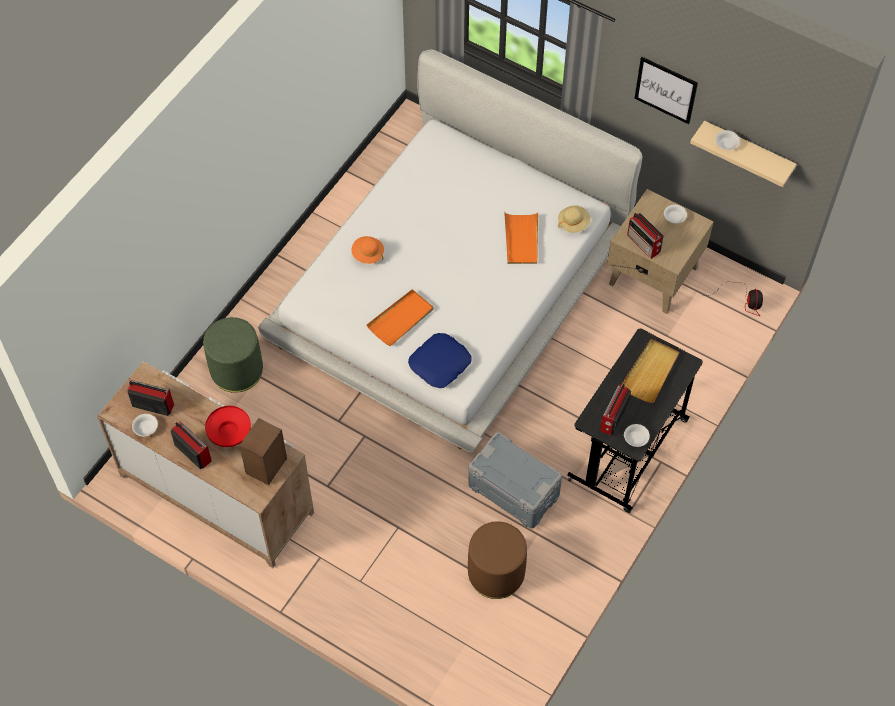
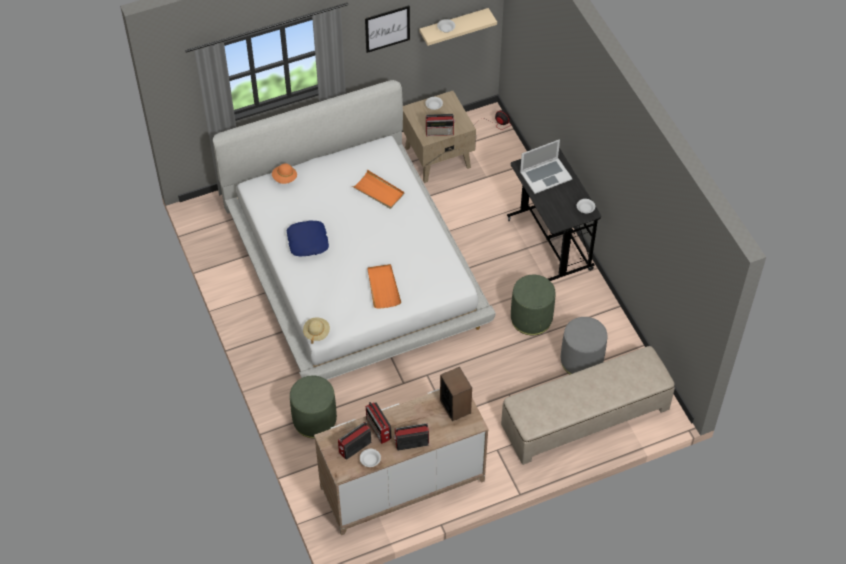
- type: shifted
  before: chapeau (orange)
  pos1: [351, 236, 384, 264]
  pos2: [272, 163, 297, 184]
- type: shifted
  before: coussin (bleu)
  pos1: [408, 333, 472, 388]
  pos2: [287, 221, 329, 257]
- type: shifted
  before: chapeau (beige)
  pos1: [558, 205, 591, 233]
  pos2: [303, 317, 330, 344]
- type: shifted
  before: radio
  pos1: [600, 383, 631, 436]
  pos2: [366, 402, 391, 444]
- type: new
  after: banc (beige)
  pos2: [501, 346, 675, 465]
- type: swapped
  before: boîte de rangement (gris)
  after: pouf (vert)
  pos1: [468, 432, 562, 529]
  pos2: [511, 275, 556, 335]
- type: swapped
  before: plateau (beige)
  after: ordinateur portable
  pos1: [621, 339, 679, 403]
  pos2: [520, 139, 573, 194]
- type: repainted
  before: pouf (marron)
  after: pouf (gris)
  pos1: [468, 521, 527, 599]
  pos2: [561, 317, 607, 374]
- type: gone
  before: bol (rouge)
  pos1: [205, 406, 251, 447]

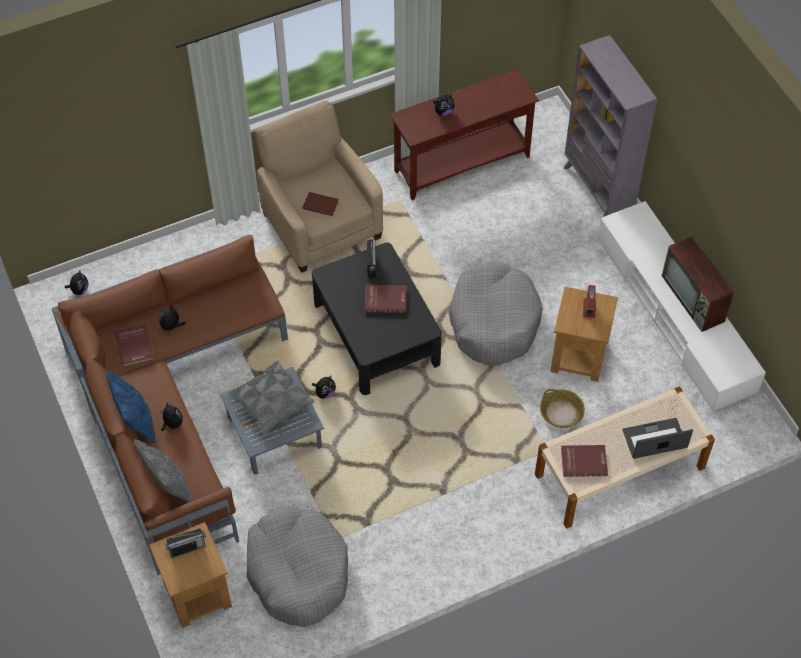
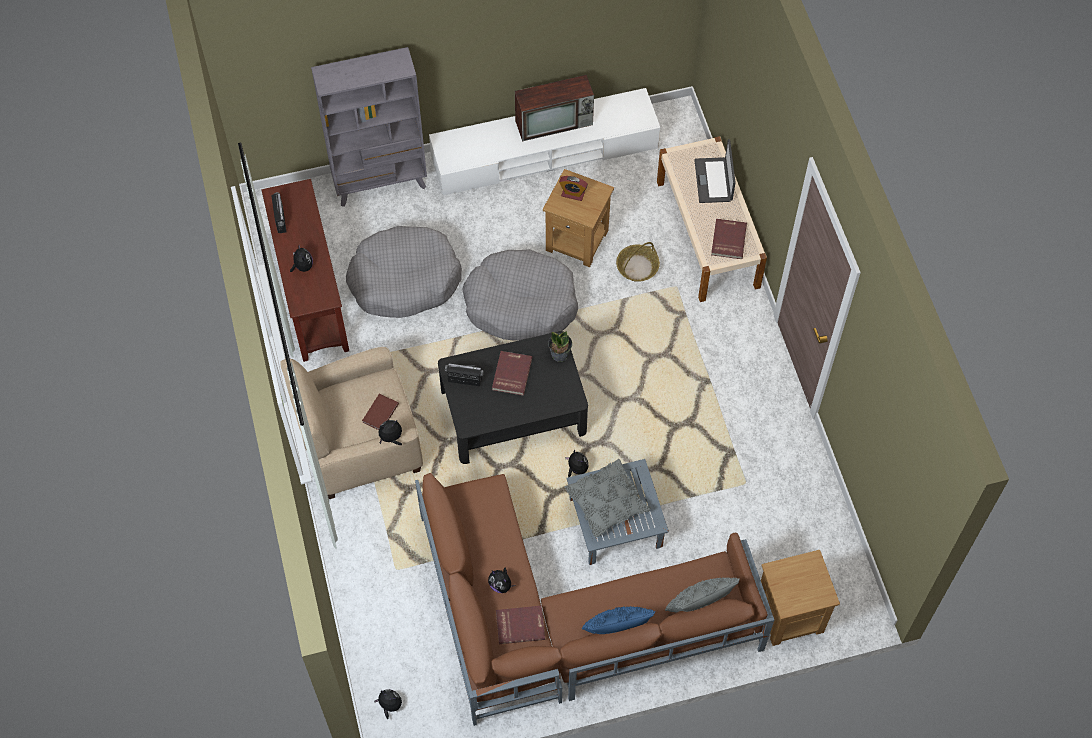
- type: shifted
  before: radio
  pos1: [165, 528, 206, 558]
  pos2: [271, 192, 287, 233]
- type: shifted
  before: panier pour chien (gris)
  pos1: [246, 506, 348, 627]
  pos2: [346, 226, 462, 318]
- type: shifted
  before: peluche
  pos1: [160, 403, 183, 431]
  pos2: [379, 420, 402, 445]
- type: new
  after: plante en pot
  pos2: [548, 331, 572, 362]

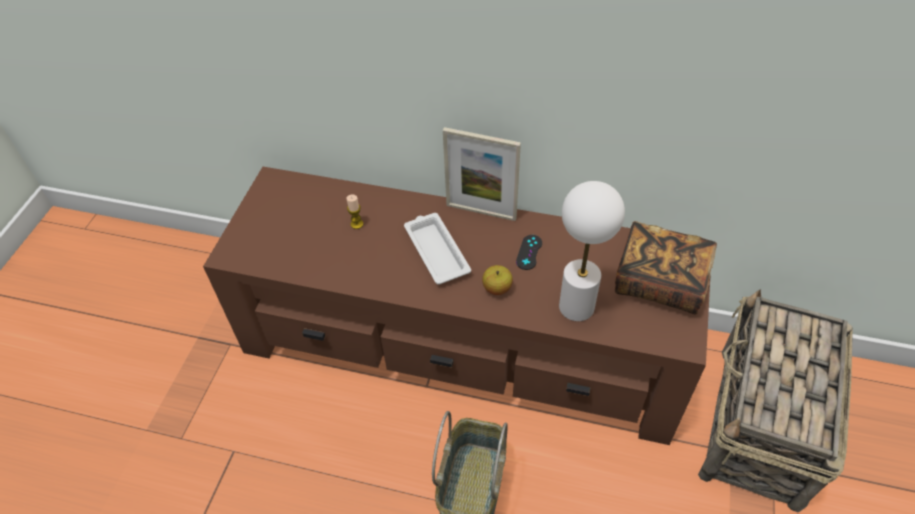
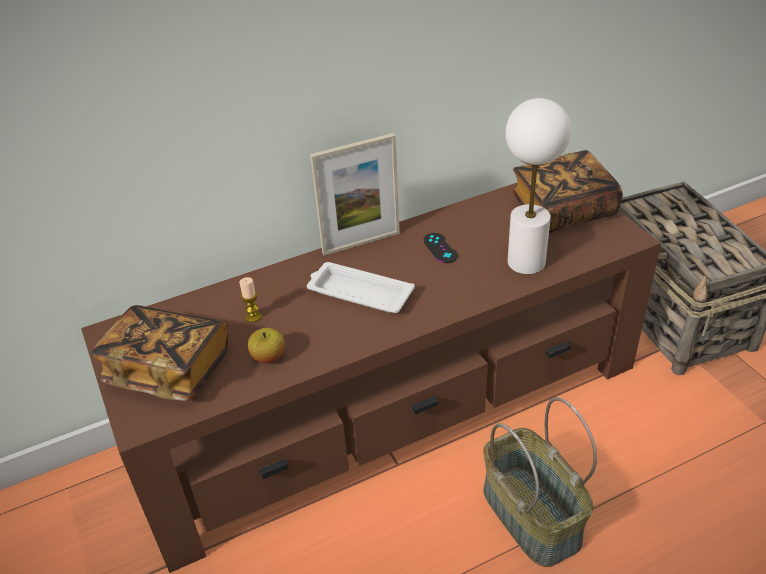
- type: new
  after: livre
  pos2: [91, 305, 229, 401]
- type: shifted
  before: pomme
  pos1: [482, 265, 513, 295]
  pos2: [248, 328, 285, 363]

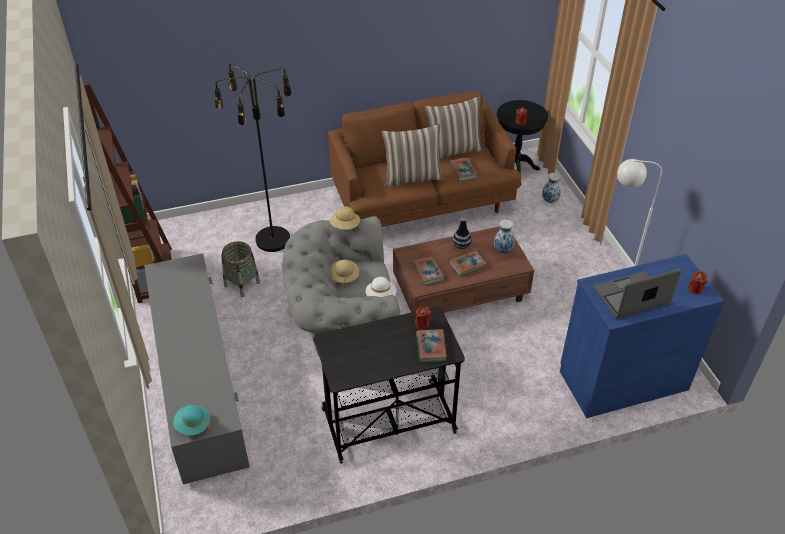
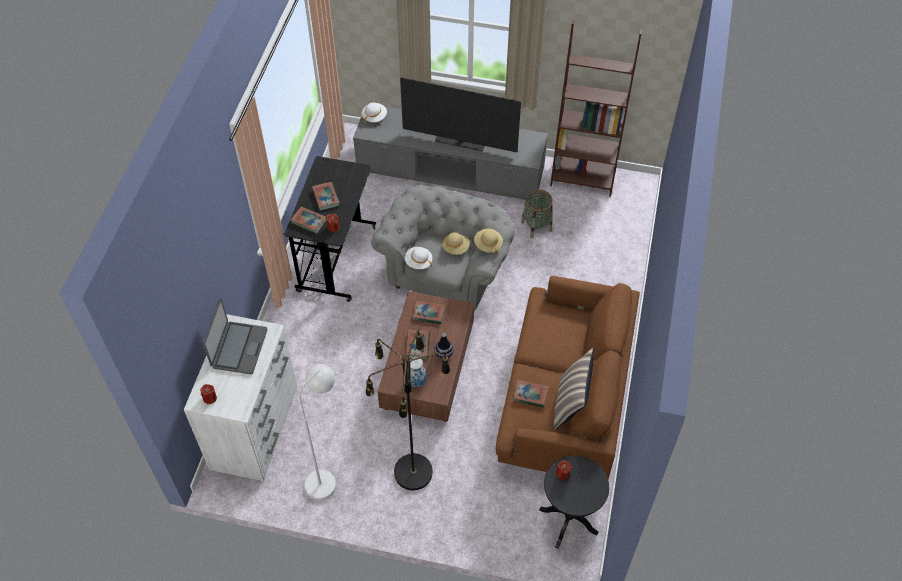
- type: repainted
  before: commode (bleu)
  after: commode (blanc)
  pos1: [560, 254, 724, 418]
  pos2: [184, 314, 297, 481]
- type: new
  after: livre
  pos2: [312, 182, 340, 211]
- type: repainted
  before: chapeau (turquoise)
  after: chapeau (blanc)
  pos1: [173, 405, 210, 435]
  pos2: [361, 102, 387, 123]
- type: shifted
  before: lampadaire
  pos1: [214, 63, 291, 252]
  pos2: [366, 330, 450, 491]
- type: new
  after: téléviseur
  pos2: [400, 77, 521, 152]
- type: gone
  before: coussin
  pos1: [381, 124, 443, 187]
- type: gone
  before: vase
  pos1: [542, 173, 560, 203]

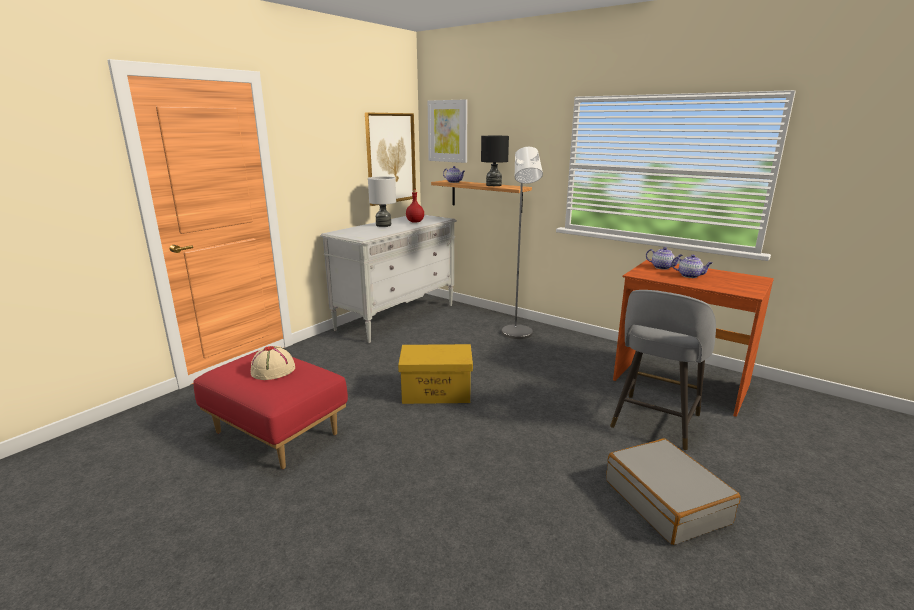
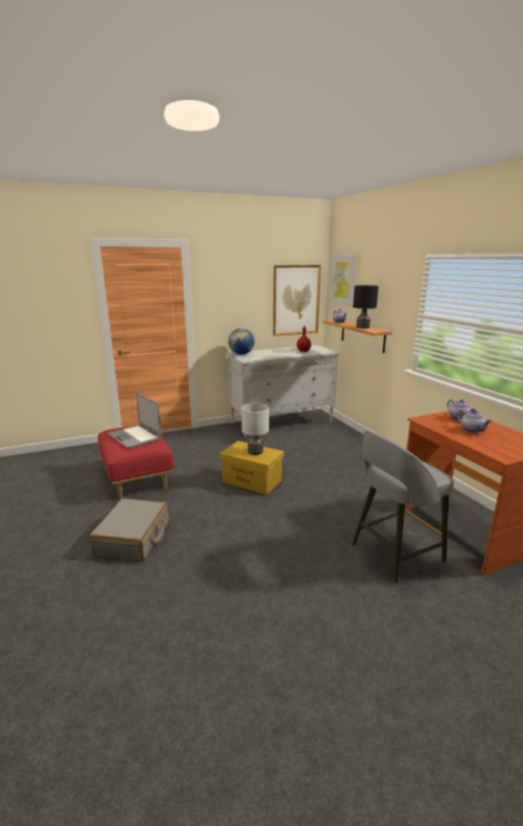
- type: shifted
  before: valise (gris)
  pos1: [606, 438, 741, 545]
  pos2: [90, 498, 169, 561]
- type: swapped
  before: chapeau (beige)
  after: ordinateur portable
  pos1: [251, 346, 295, 380]
  pos2: [108, 393, 162, 448]
- type: new
  after: globe
  pos2: [228, 328, 255, 355]
- type: shifted
  before: lampe de table (gris)
  pos1: [368, 176, 396, 227]
  pos2: [241, 403, 269, 455]
- type: gone
  before: lampadaire (gris)
  pos1: [502, 147, 543, 339]

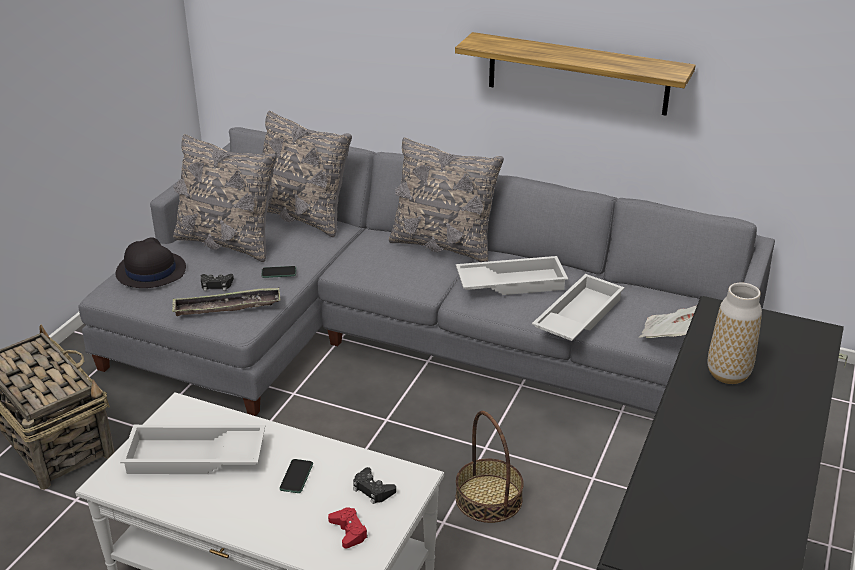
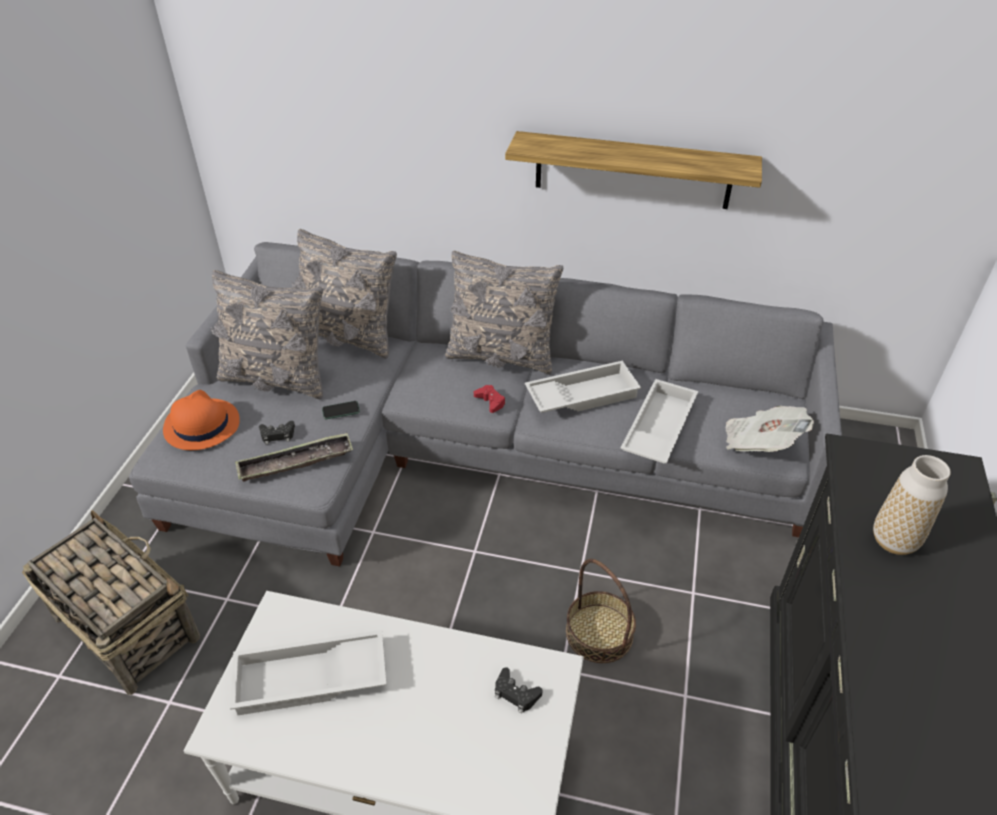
- type: repainted
  before: chapeau (noir)
  after: chapeau (orange)
  pos1: [115, 237, 186, 288]
  pos2: [163, 390, 240, 450]
- type: shifted
  before: manette (rouge)
  pos1: [328, 507, 368, 548]
  pos2: [474, 385, 506, 413]
- type: gone
  before: téléphone
  pos1: [279, 459, 313, 493]

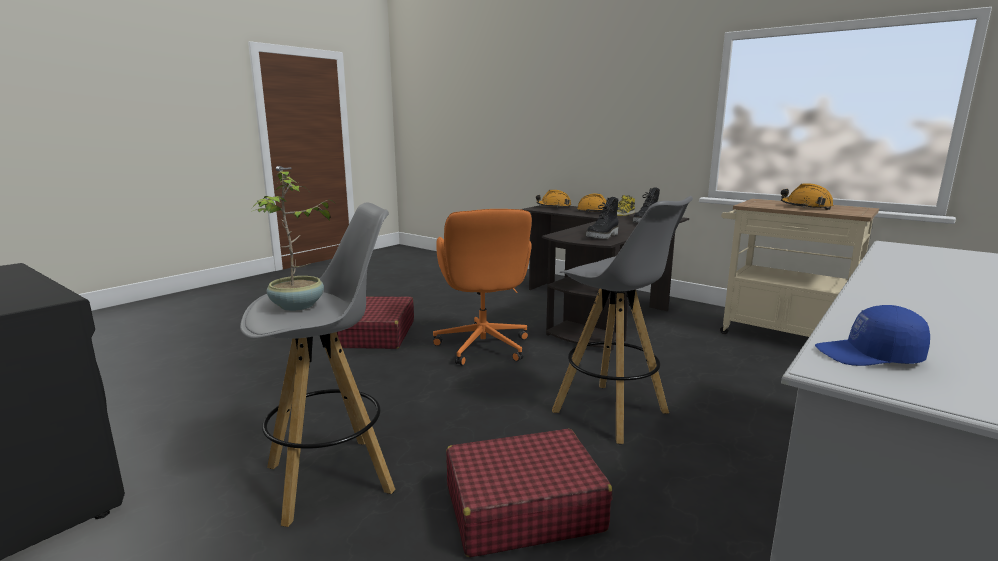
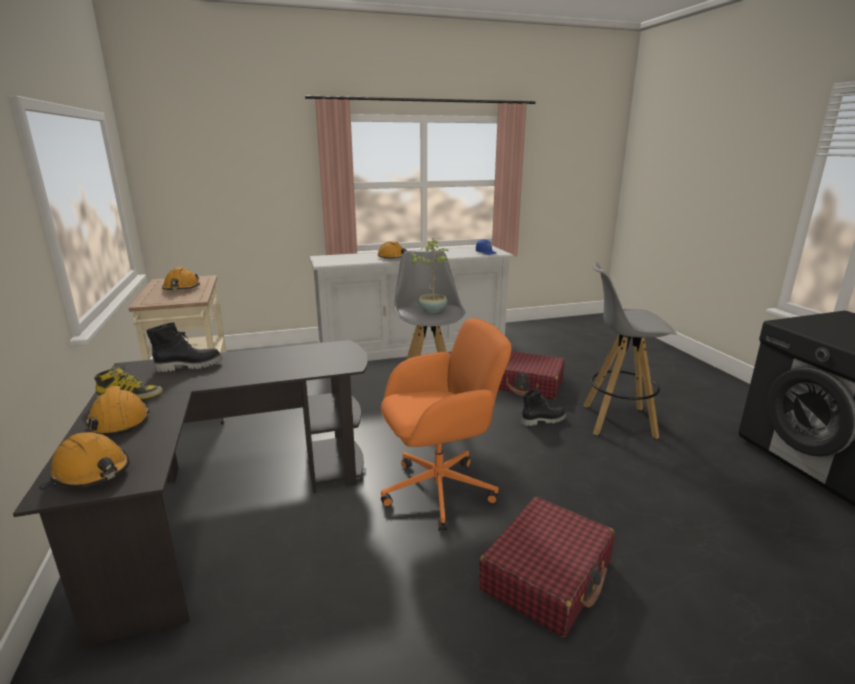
- type: new
  after: casque de chantier (orange)
  pos2: [377, 241, 407, 259]
- type: rotated
  before: chaise de bureau (orange)
  pos1: [433, 209, 532, 365]
  pos2: [381, 318, 512, 531]
  turn: 45
- type: shifted
  before: plante en pot
  pos1: [251, 170, 338, 311]
  pos2: [411, 238, 449, 313]
- type: shifted
  before: botte (noir)
  pos1: [586, 197, 619, 239]
  pos2: [521, 388, 566, 426]

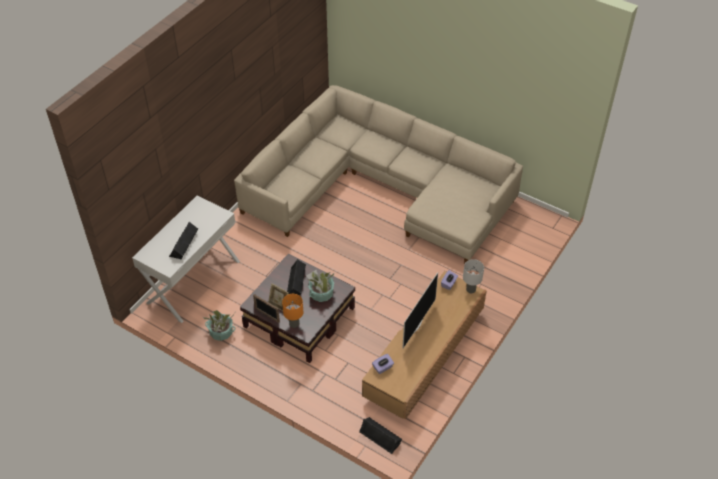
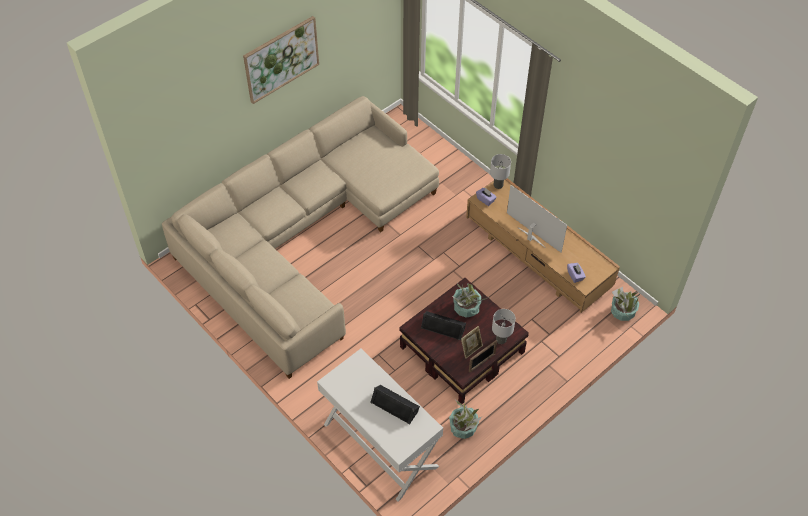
- type: new
  after: tableau
  pos2: [243, 16, 319, 104]
- type: repainted
  before: lampe de table (orange)
  after: lampe de table (blanc)
  pos1: [282, 294, 303, 328]
  pos2: [492, 309, 516, 344]
- type: swapped
  before: enceinte (noir)
  after: plante en pot
  pos1: [359, 417, 402, 454]
  pos2: [611, 287, 641, 321]

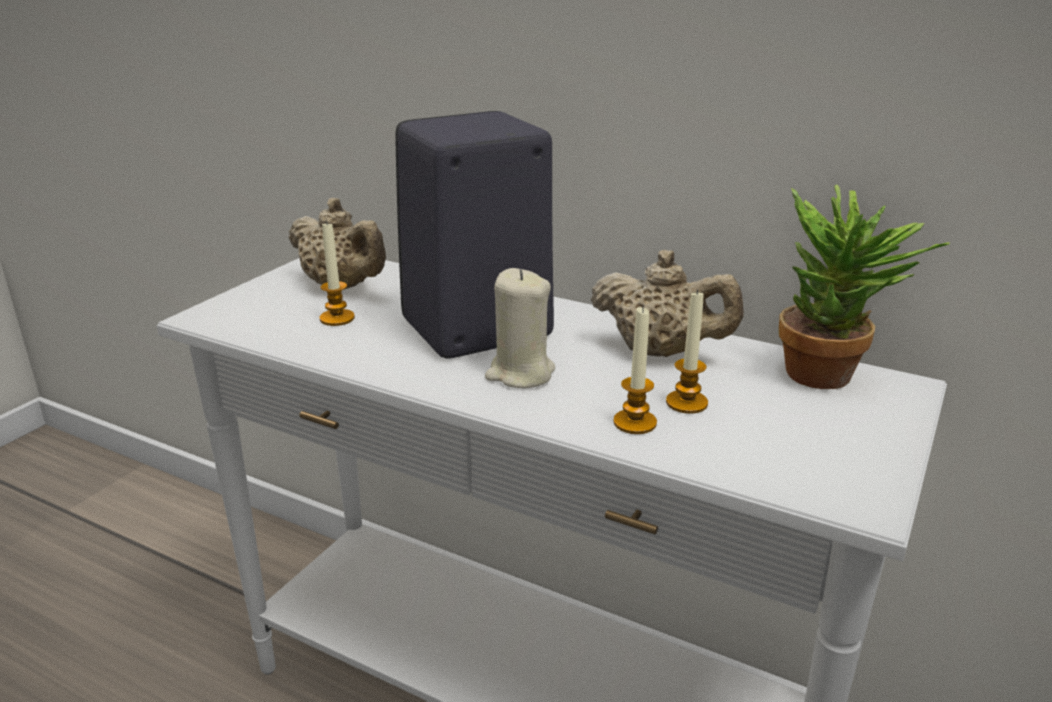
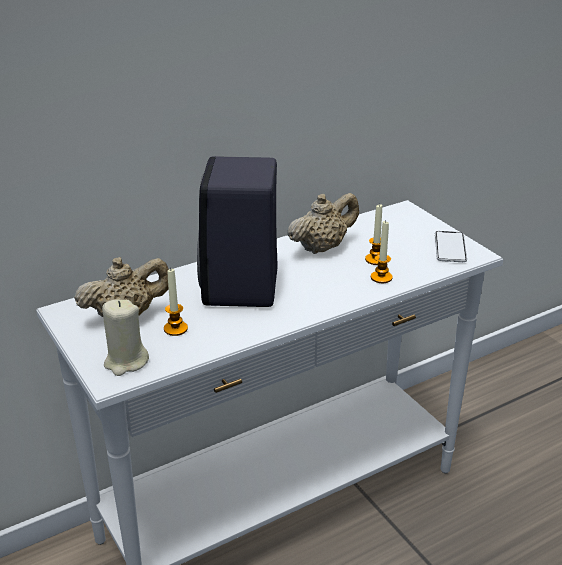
- type: shifted
  before: bougie (beige)
  pos1: [485, 268, 555, 388]
  pos2: [102, 299, 149, 376]
- type: new
  after: téléphone
  pos2: [435, 231, 467, 262]
- type: gone
  before: plante en pot
  pos1: [779, 185, 950, 389]

